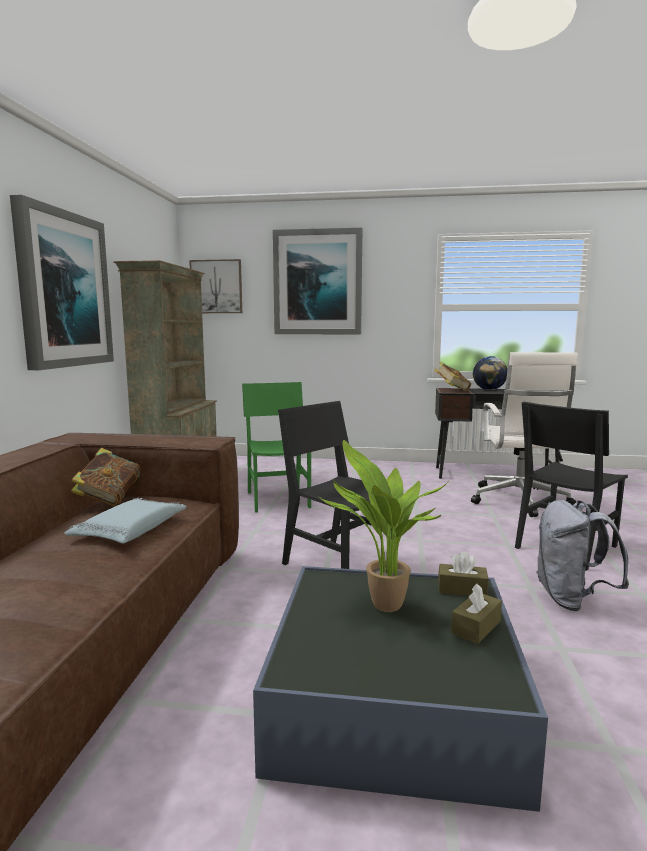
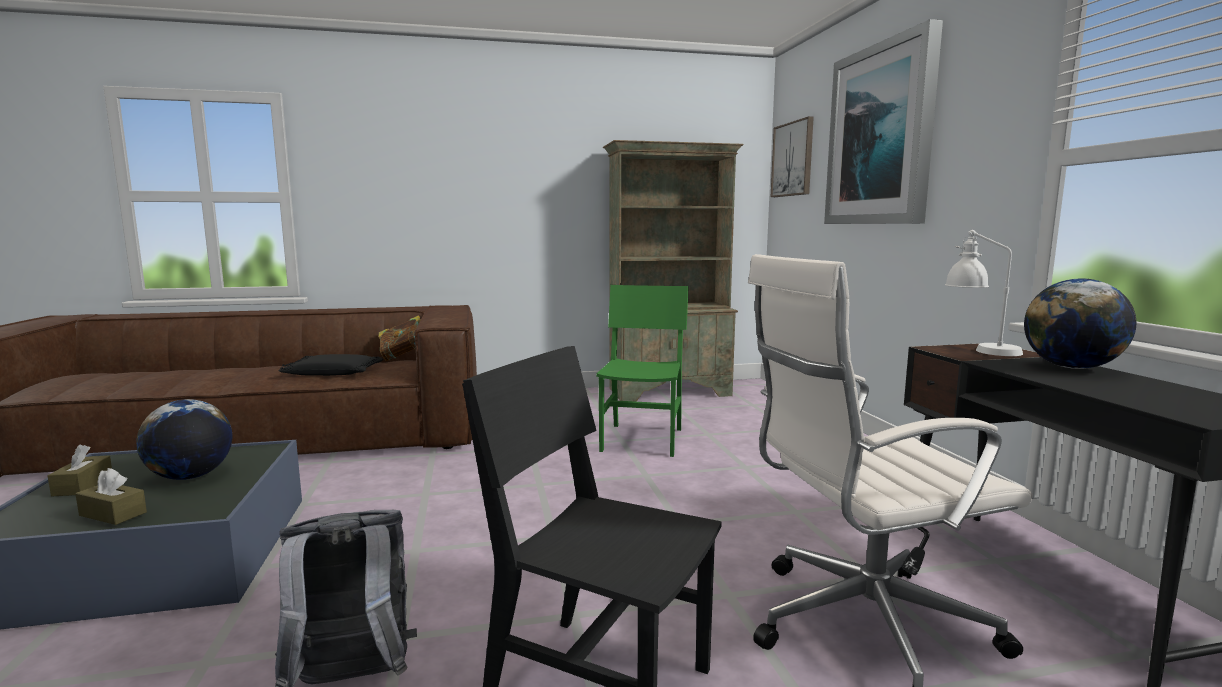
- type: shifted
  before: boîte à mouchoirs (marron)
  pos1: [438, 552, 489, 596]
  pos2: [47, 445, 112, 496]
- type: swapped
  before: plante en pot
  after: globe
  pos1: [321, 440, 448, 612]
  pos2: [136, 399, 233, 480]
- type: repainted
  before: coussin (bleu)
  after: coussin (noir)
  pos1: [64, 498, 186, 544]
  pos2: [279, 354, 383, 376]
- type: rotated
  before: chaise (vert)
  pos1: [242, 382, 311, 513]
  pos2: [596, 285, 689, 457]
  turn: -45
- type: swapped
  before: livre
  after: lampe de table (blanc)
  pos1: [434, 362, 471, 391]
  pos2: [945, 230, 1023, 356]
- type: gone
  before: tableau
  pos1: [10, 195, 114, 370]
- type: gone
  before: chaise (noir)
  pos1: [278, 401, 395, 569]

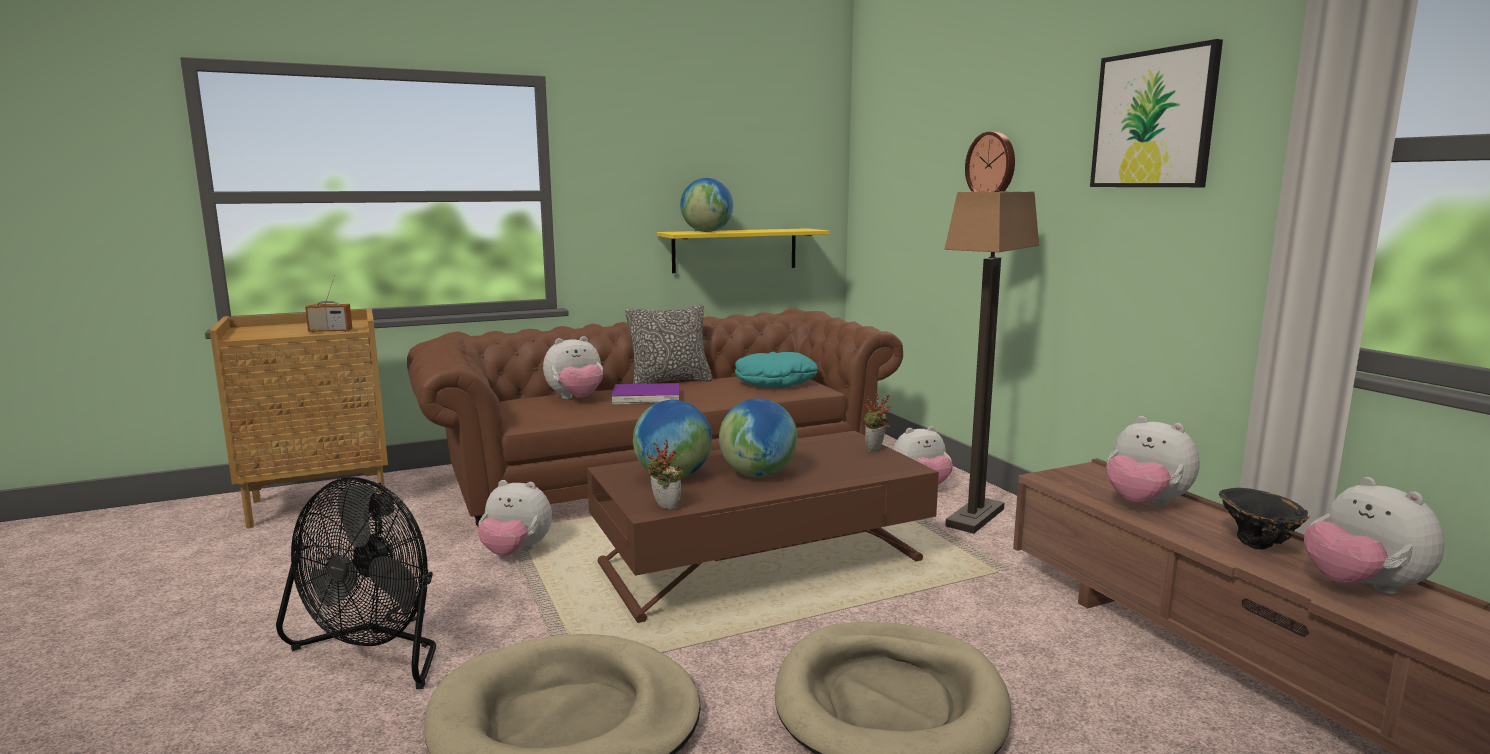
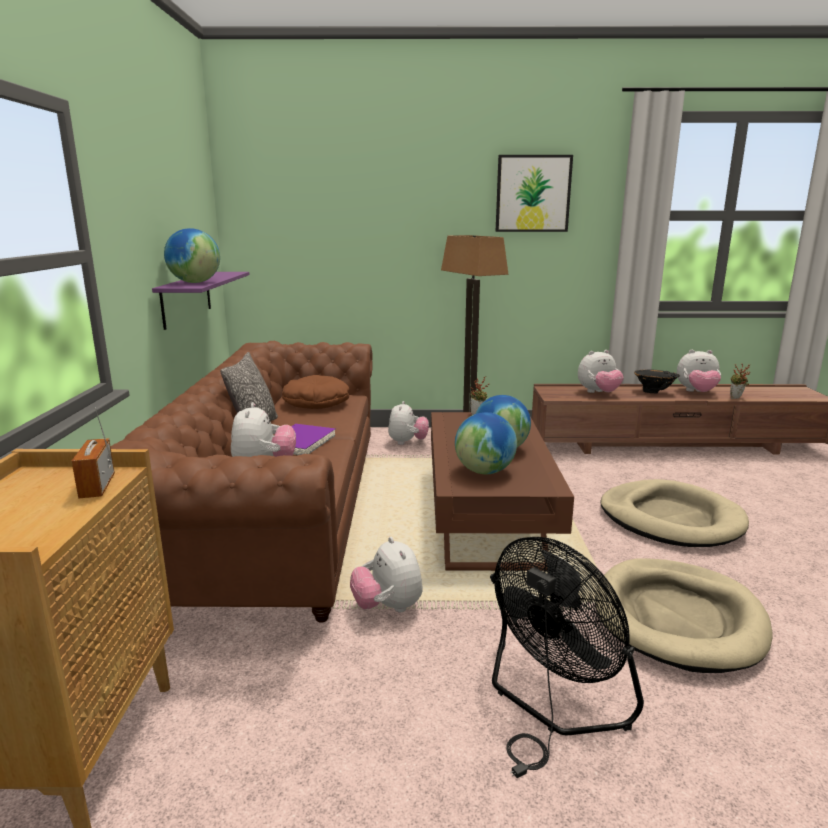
- type: rotated
  before: radio
  pos1: [305, 275, 352, 333]
  pos2: [72, 407, 115, 498]
  turn: 150
- type: repainted
  before: étagère (jaune)
  after: étagère (violet)
  pos1: [657, 228, 829, 273]
  pos2: [152, 272, 249, 330]
- type: repainted
  before: coussin (turquoise)
  after: coussin (marron)
  pos1: [735, 352, 817, 388]
  pos2: [282, 375, 349, 409]
- type: rotated
  before: peluche
  pos1: [477, 480, 552, 556]
  pos2: [350, 537, 423, 613]
  turn: 120
- type: rotated
  before: ventilateur (noir)
  pos1: [276, 477, 436, 689]
  pos2: [490, 537, 644, 778]
  turn: -90
- type: shifted
  before: plante en pot
  pos1: [646, 439, 682, 510]
  pos2: [730, 364, 750, 399]
- type: gone
  before: horloge murale
  pos1: [965, 132, 1015, 192]

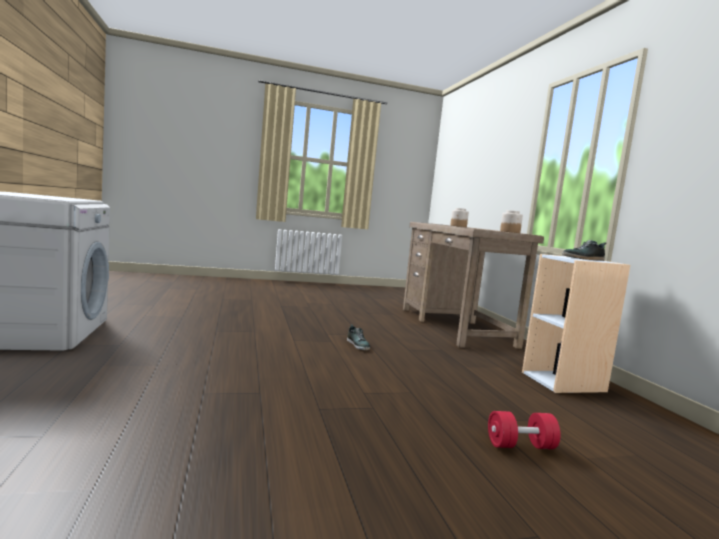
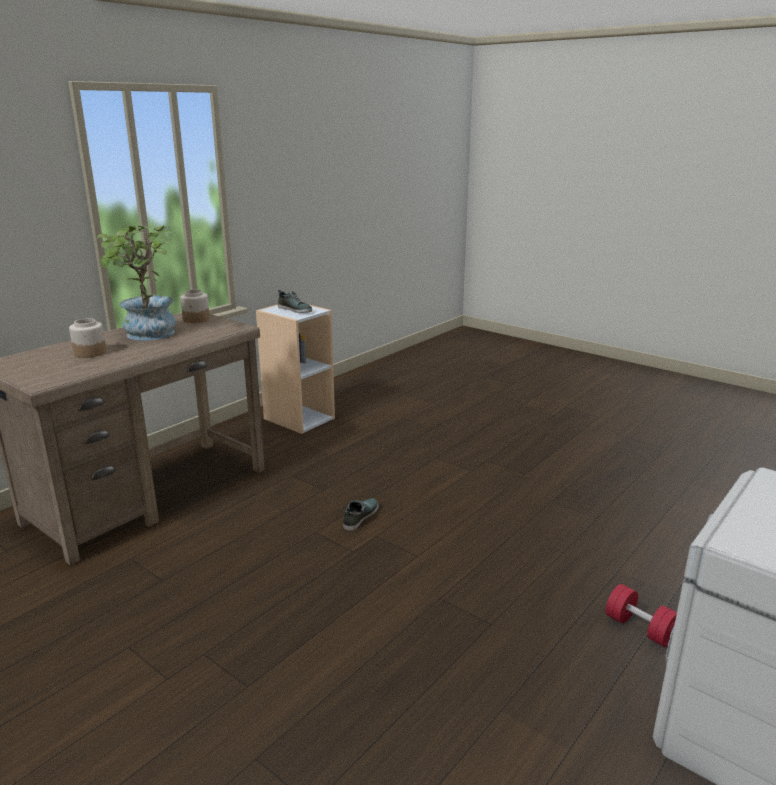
- type: new
  after: plante en pot
  pos2: [97, 224, 176, 340]
- type: shifted
  before: haltère (rouge)
  pos1: [488, 411, 561, 449]
  pos2: [606, 584, 677, 647]

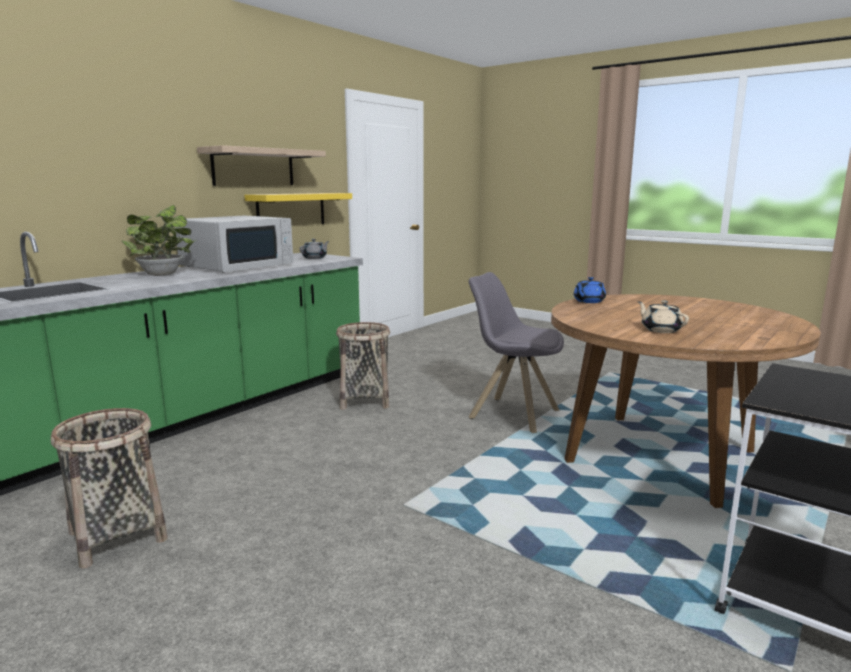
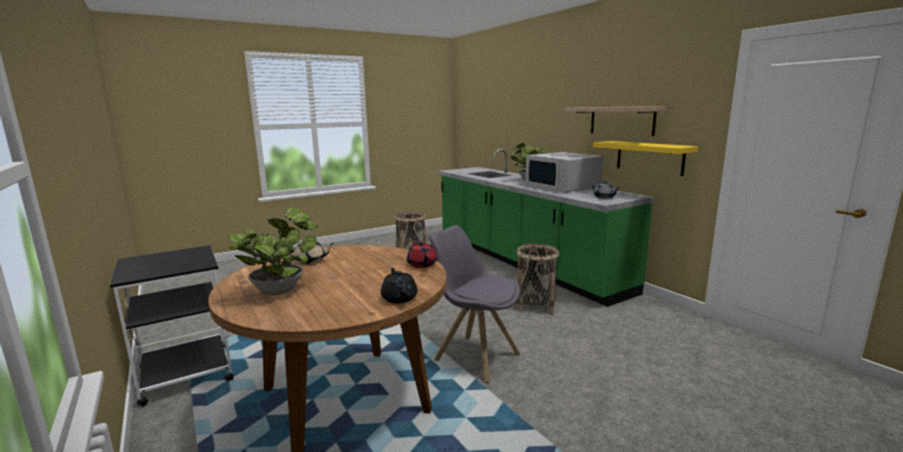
- type: new
  after: plante en pot
  pos2: [228, 207, 318, 295]
- type: new
  after: théière (noir)
  pos2: [381, 267, 417, 303]
- type: repainted
  before: théière (bleu)
  after: théière (rouge)
  pos1: [574, 277, 606, 303]
  pos2: [407, 240, 437, 268]
- type: rotated
  before: chaise (gris)
  pos1: [468, 272, 564, 433]
  pos2: [430, 225, 520, 383]
  turn: -105

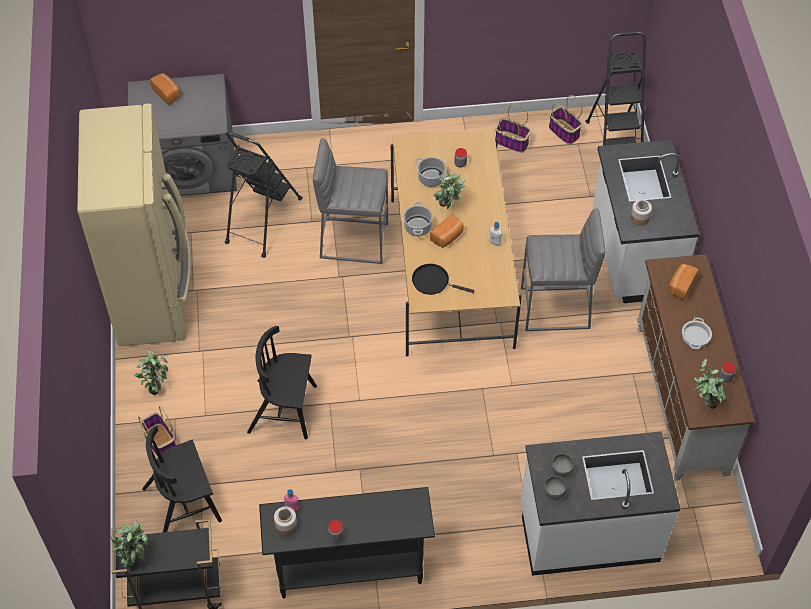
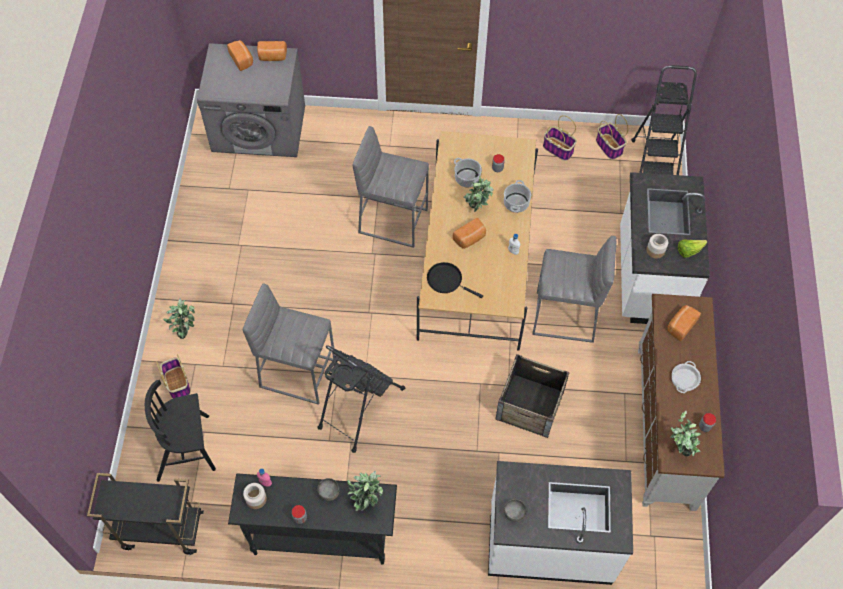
- type: swapped
  before: chaise (noir)
  after: tabouret (gris)
  pos1: [247, 326, 317, 439]
  pos2: [243, 284, 335, 405]
- type: new
  after: pain
  pos2: [257, 41, 287, 61]
- type: shifted
  before: escabeau
  pos1: [225, 132, 303, 258]
  pos2: [317, 345, 405, 453]
- type: shifted
  before: bol (gris)
  pos1: [551, 454, 574, 477]
  pos2: [317, 478, 340, 501]
- type: shifted
  before: plante en pot
  pos1: [110, 520, 148, 567]
  pos2: [347, 471, 383, 511]
- type: new
  after: caisse
  pos2: [495, 354, 570, 438]
- type: shifted
  before: marmite
  pos1: [403, 202, 433, 236]
  pos2: [504, 180, 531, 213]
- type: new
  after: laitue
  pos2: [678, 240, 707, 258]
- type: gone
  before: réfrigérateur (beige)
  pos1: [77, 103, 191, 346]

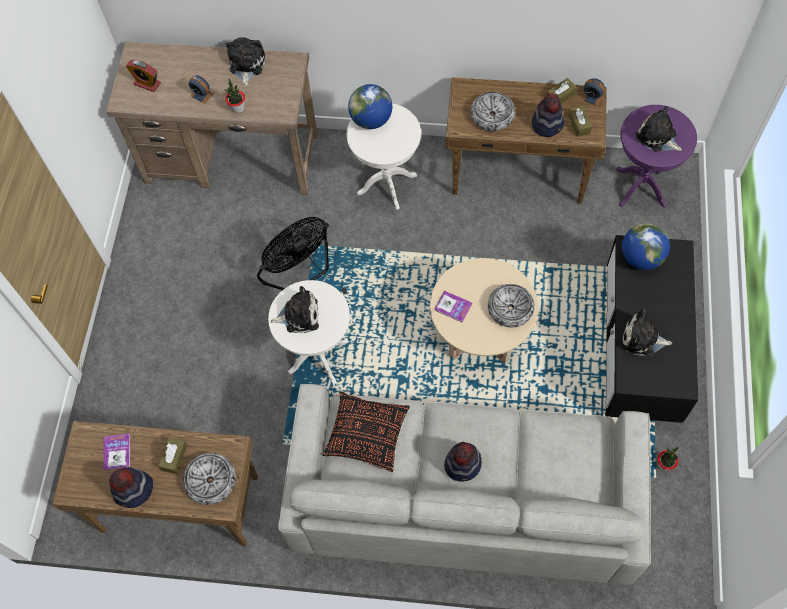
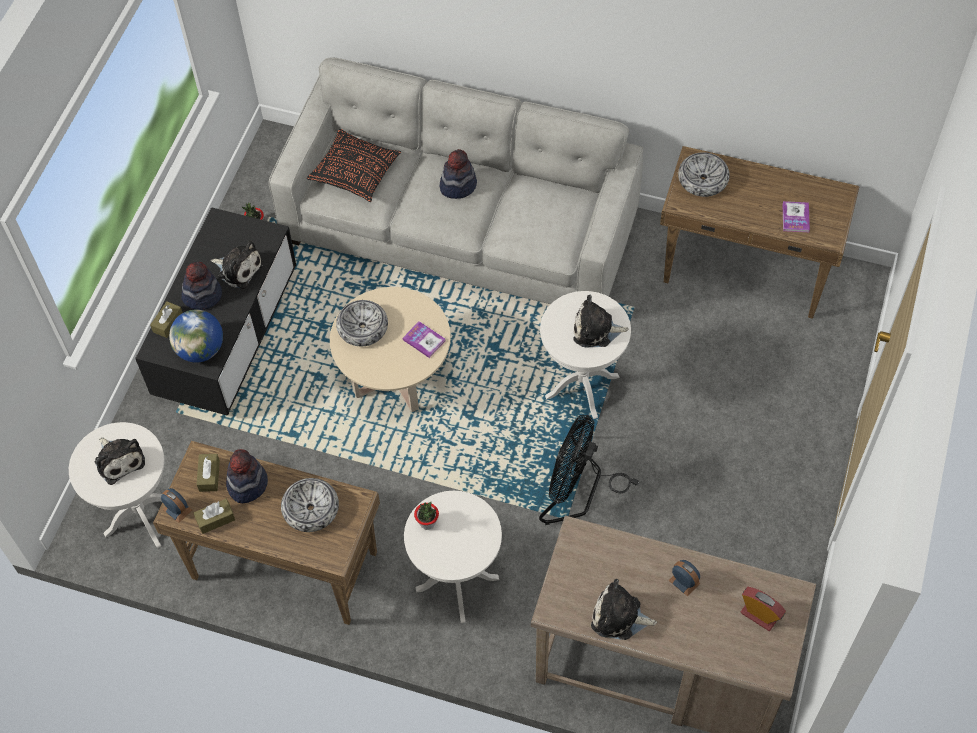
- type: repainted
  before: table d'appoint (violet)
  after: table d'appoint (blanc)
  pos1: [616, 105, 697, 208]
  pos2: [69, 422, 165, 548]
- type: shifted
  before: boîte à mouchoirs (marron)
  pos1: [158, 437, 187, 474]
  pos2: [150, 301, 183, 338]
- type: shifted
  before: chapeau
  pos1: [109, 467, 153, 508]
  pos2: [181, 262, 222, 310]
- type: shifted
  before: coussin (noir)
  pos1: [323, 391, 410, 472]
  pos2: [307, 129, 401, 202]
- type: shifted
  before: plante en pot
  pos1: [224, 78, 245, 113]
  pos2: [414, 501, 439, 530]
- type: rotated
  before: ventilateur (noir)
  pos1: [257, 217, 347, 294]
  pos2: [539, 415, 639, 525]
  turn: 135
- type: rotated
  before: peluche
  pos1: [226, 37, 265, 86]
  pos2: [591, 579, 657, 640]
  turn: 90
- type: gone
  before: globe
  pos1: [348, 84, 392, 129]

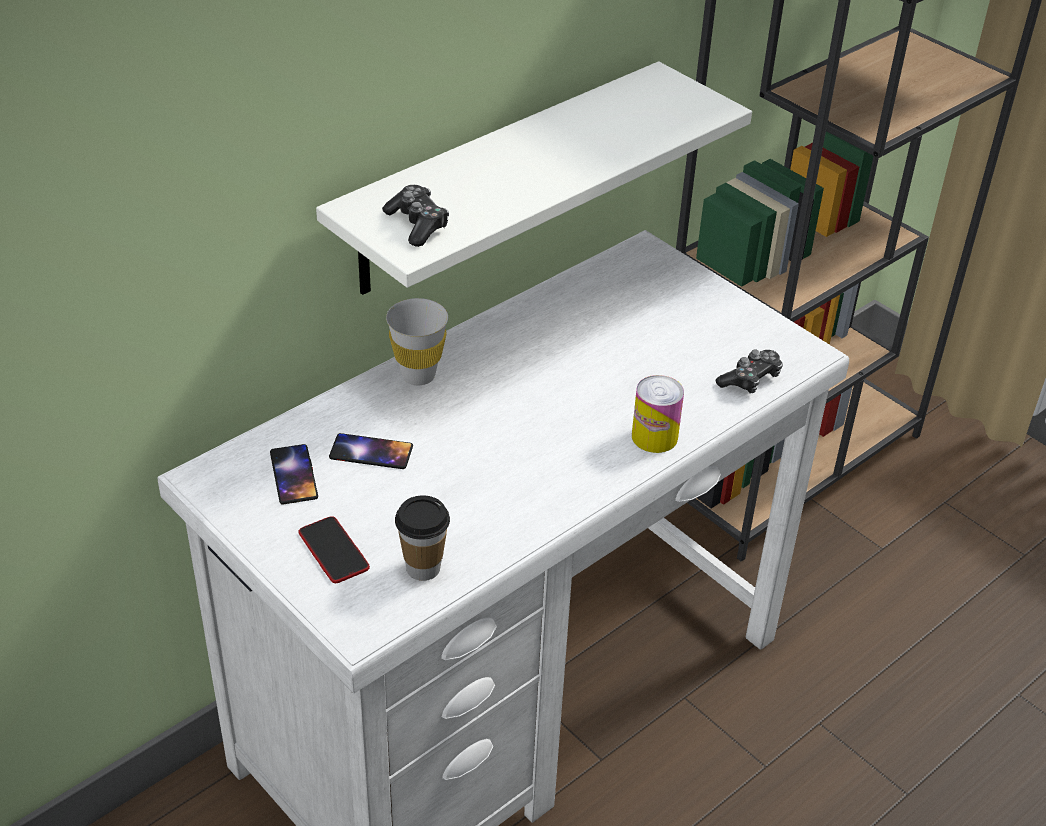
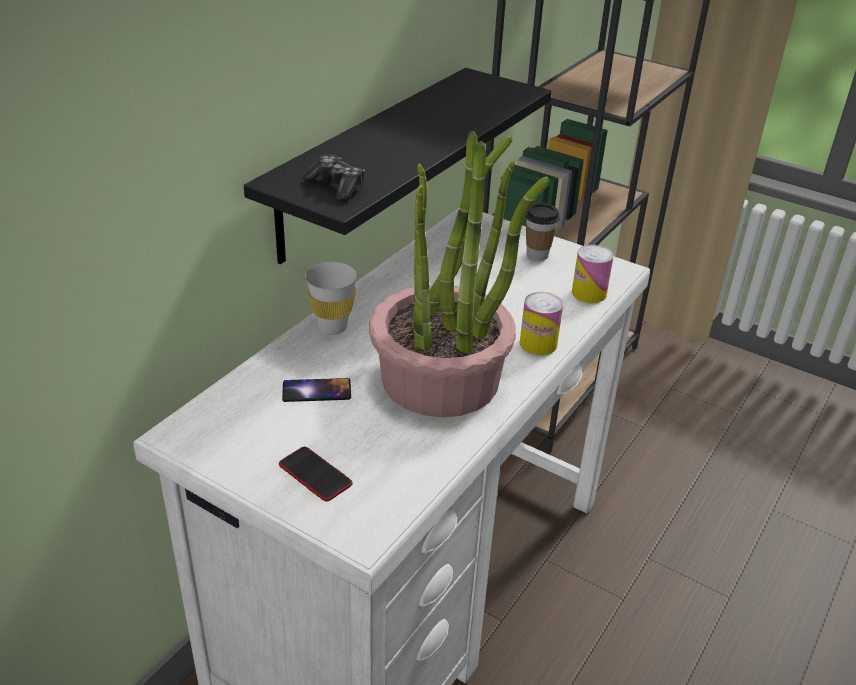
- type: repainted
  before: étagère (blanc)
  after: étagère (noir)
  pos1: [316, 61, 752, 295]
  pos2: [244, 68, 552, 264]
- type: new
  after: plante en pot
  pos2: [369, 131, 550, 418]
- type: shifted
  before: tasse
  pos1: [395, 495, 450, 581]
  pos2: [525, 203, 560, 261]
- type: swapped
  before: manette
  after: boîte métallique
  pos1: [716, 350, 783, 393]
  pos2: [572, 245, 614, 303]
- type: gone
  before: téléphone
  pos1: [270, 444, 318, 504]

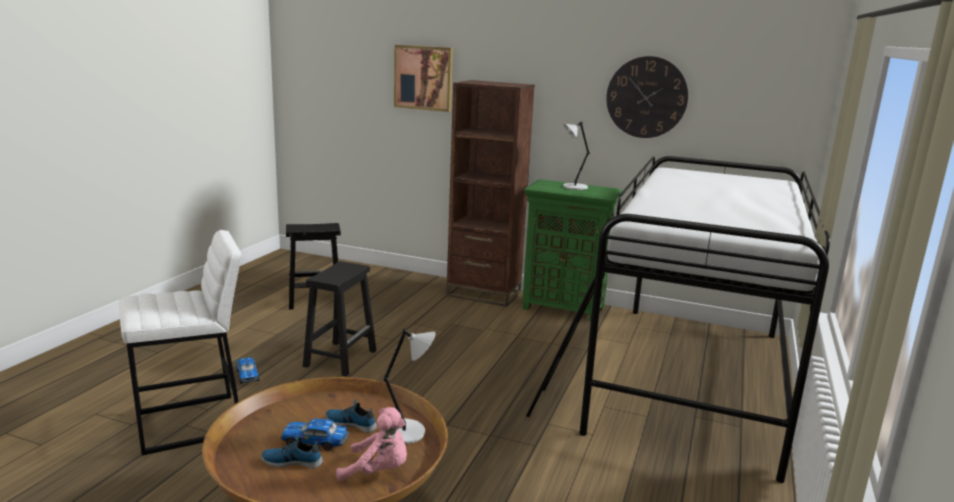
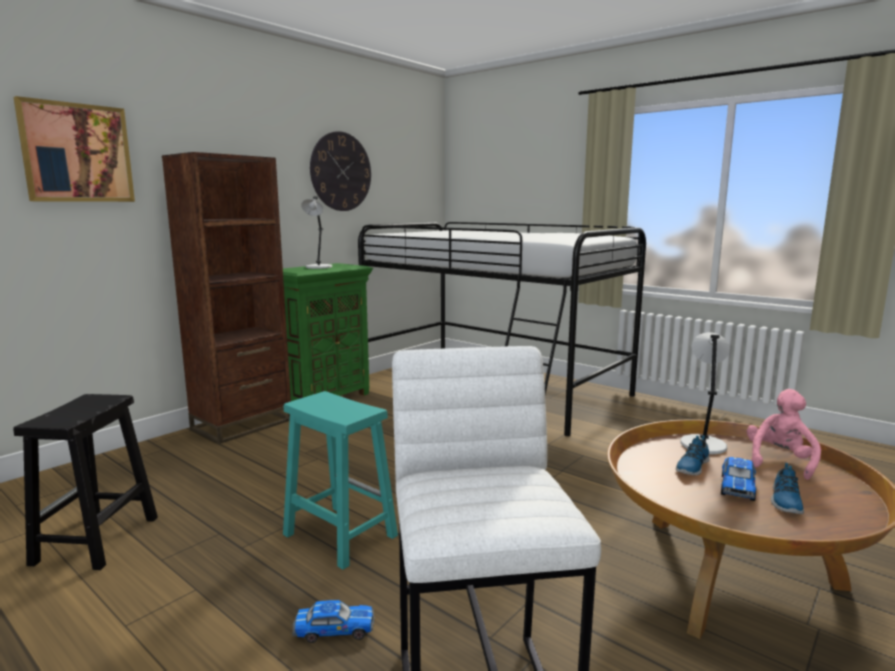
- type: repainted
  before: tabouret (noir)
  after: tabouret (turquoise)
  pos1: [303, 261, 377, 377]
  pos2: [283, 391, 398, 570]

